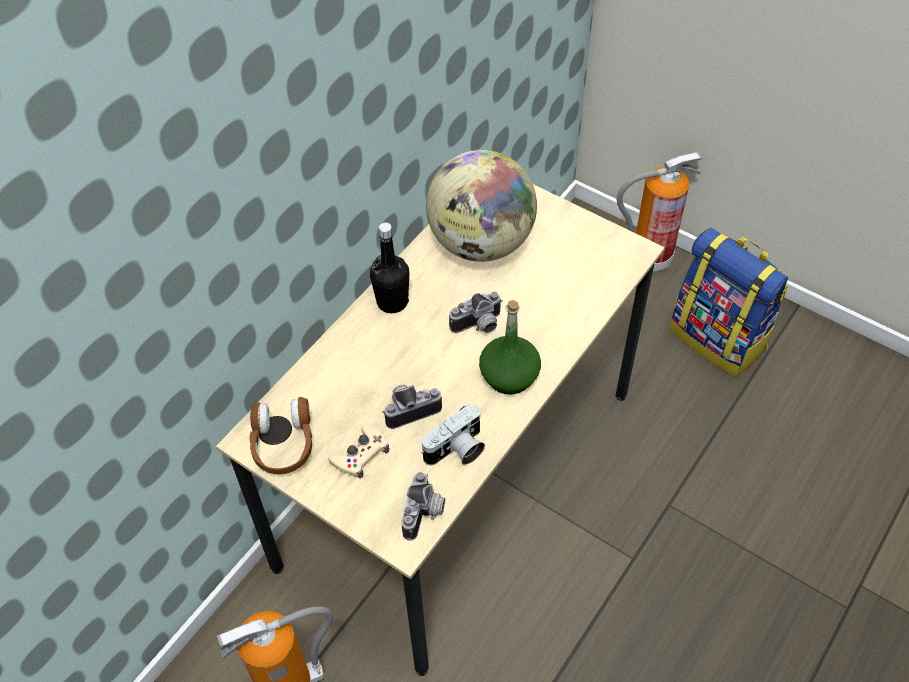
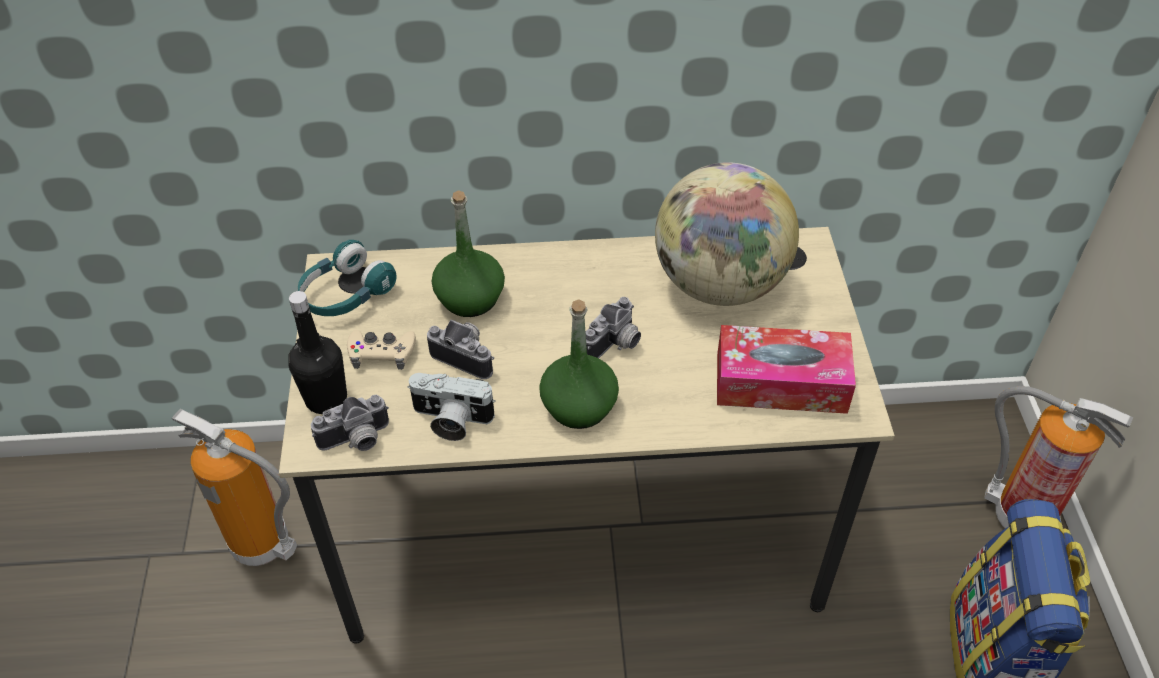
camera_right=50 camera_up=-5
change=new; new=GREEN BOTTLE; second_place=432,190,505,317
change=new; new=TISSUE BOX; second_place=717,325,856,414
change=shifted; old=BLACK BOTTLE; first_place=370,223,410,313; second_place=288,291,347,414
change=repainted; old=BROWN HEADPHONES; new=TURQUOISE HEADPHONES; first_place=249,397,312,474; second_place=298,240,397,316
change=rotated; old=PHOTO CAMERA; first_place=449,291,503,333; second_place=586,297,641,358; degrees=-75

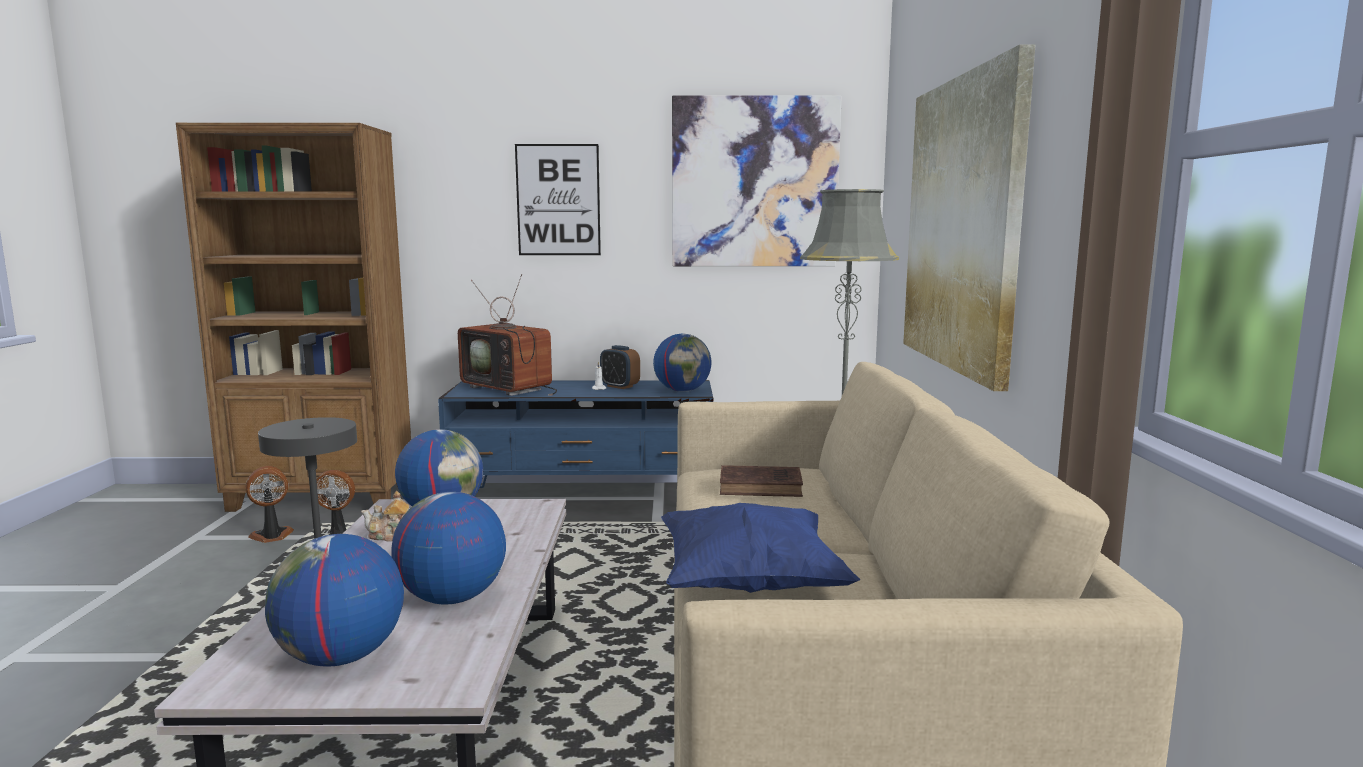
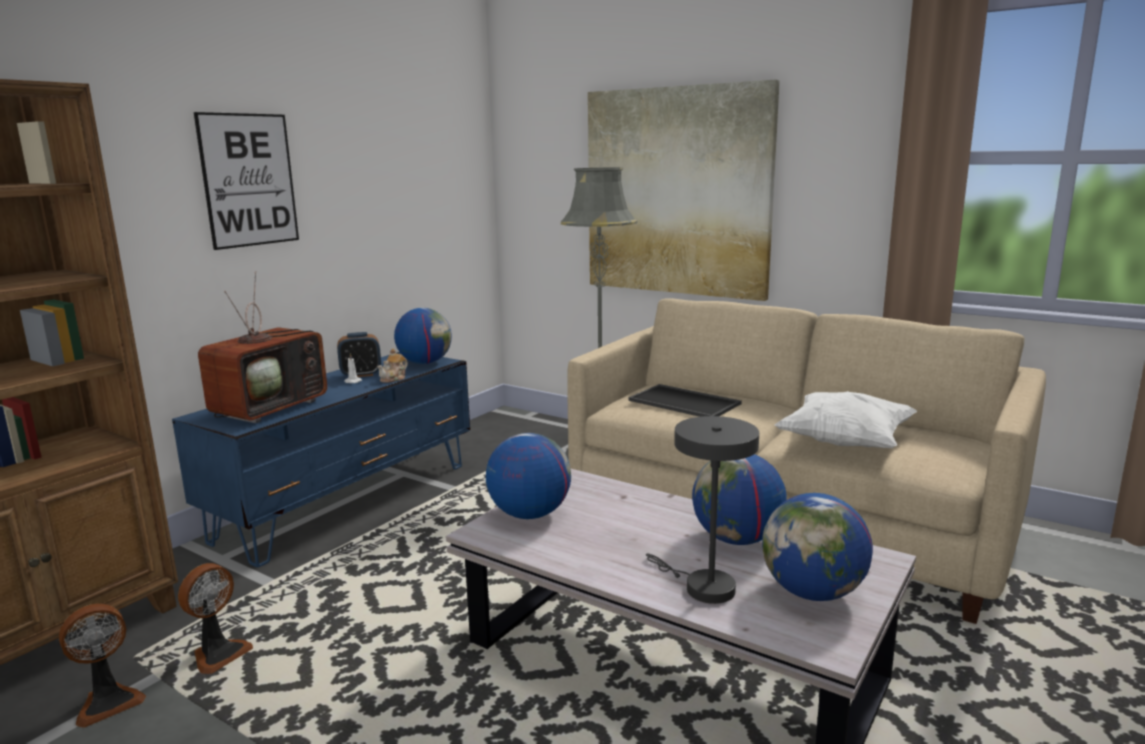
camera_right=-55 camera_up=5
change=gone; old=PICTURE; first_place=672,95,842,266
change=shifted; old=TEAPOT; first_place=361,491,409,542; second_place=377,349,408,383
change=swapped; old=BROWN BOOK; new=TRAY; first_place=720,465,803,497; second_place=628,384,742,417
change=repainted; old=BLUE PILLOW; new=WHITE PILLOW; first_place=661,503,860,593; second_place=775,391,917,448
change=rotated; old=FAN; first_place=246,466,294,543; second_place=59,604,146,728; degrees=-135
change=rotated; old=TELEVISION; first_place=458,274,557,396; second_place=198,272,327,423; degrees=-45

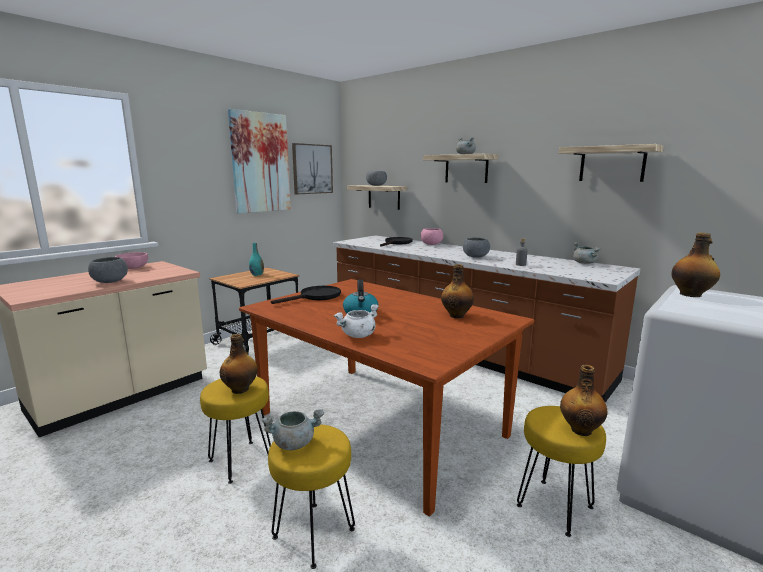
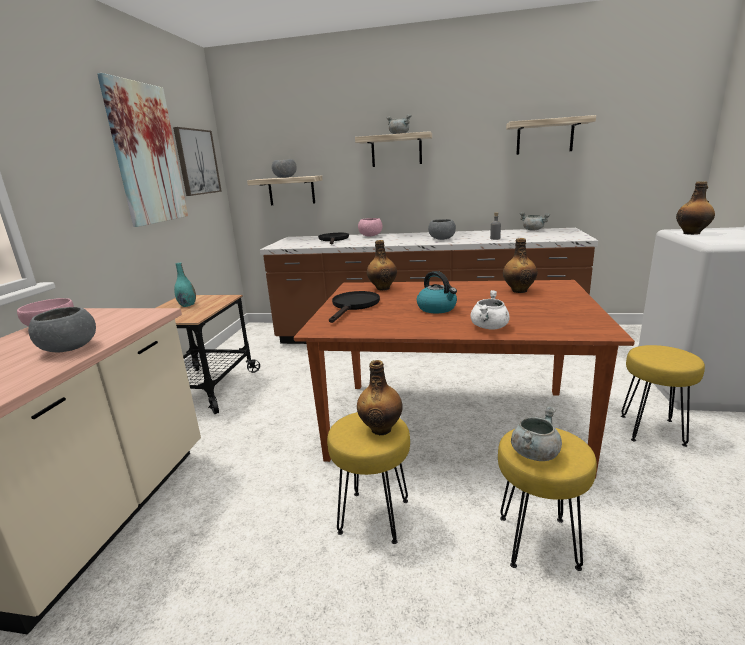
camera_right=-30 camera_up=5
change=shifted; old=BOTTLE; first_place=560,365,607,436; second_place=367,240,397,291

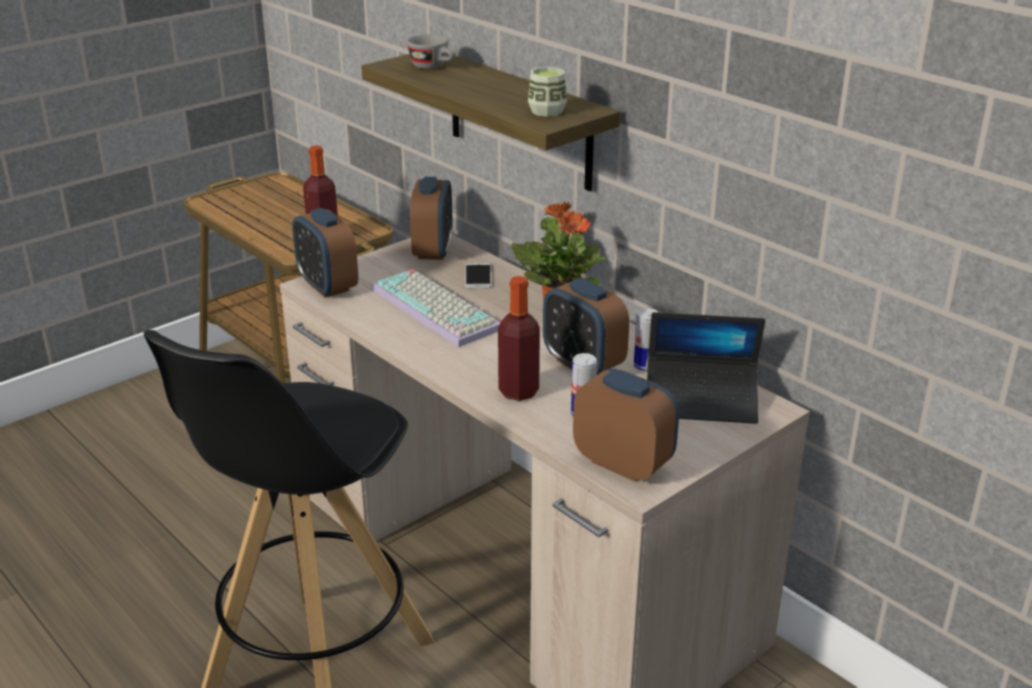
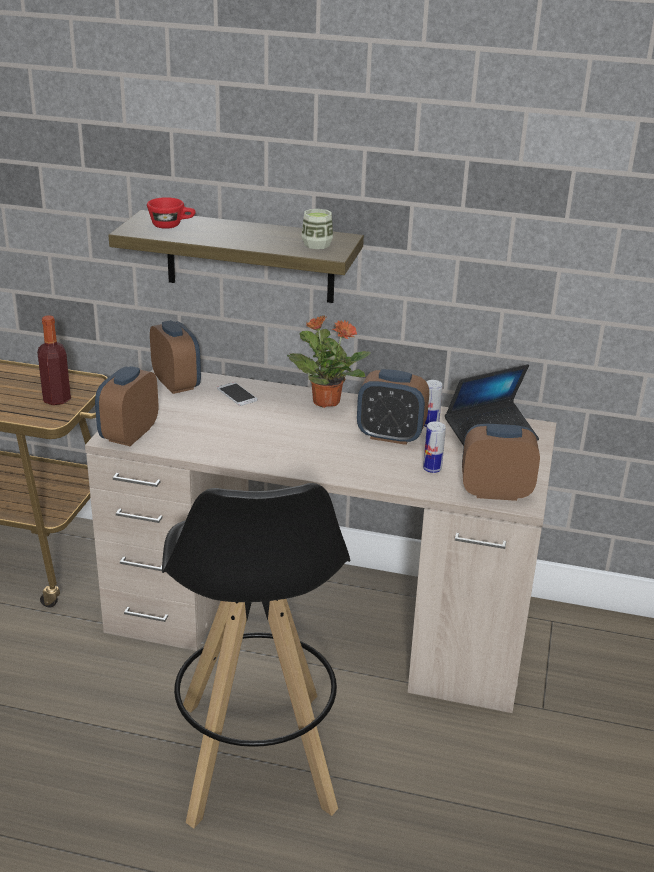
camera_right=-35 camera_up=0
change=gone; old=KEYBOARD; first_place=371,269,500,347
change=gone; old=BOTTLE; first_place=498,276,540,401
change=repainted; old=GREY CUP; new=RED CUP; first_place=406,34,456,69; second_place=147,197,196,229
change=rotated; old=ALARM CLOCK; first_place=292,208,358,298; second_place=95,366,158,446; degrees=90

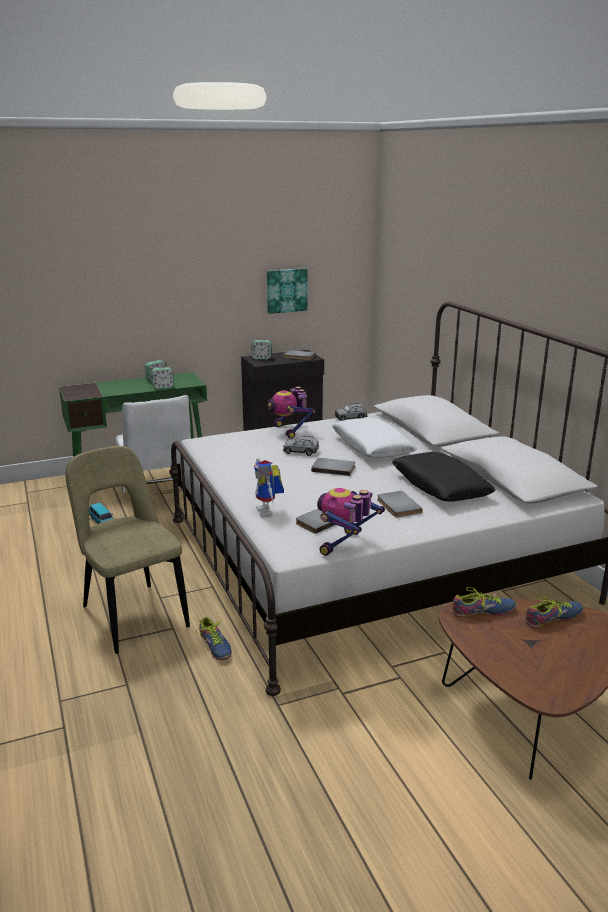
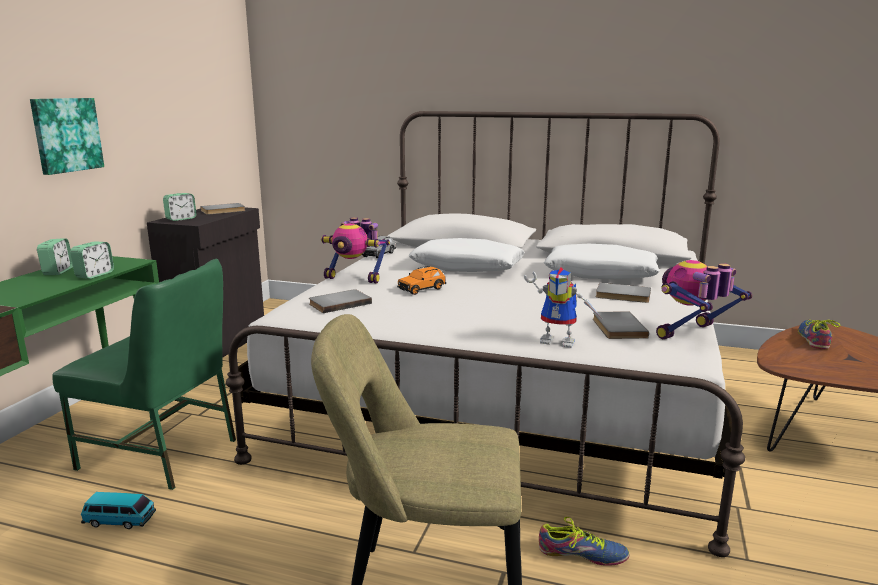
camera_right=-50 camera_up=-5
change=gone; old=SHOE; first_place=452,587,517,618
change=shifted; old=PICTURE; first_place=267,268,307,314; second_place=30,98,104,175
change=shifted; old=GREY BOOK; first_place=311,458,355,476; second_place=309,289,372,313
change=repainted; old=WHITE CHAIR; new=GREEN CHAIR; first_place=116,395,192,509; second_place=52,259,236,490
change=repainted; old=GREY TOY CAR; new=ORANGE TOY CAR; first_place=283,436,319,456; second_place=397,266,447,295
change=repainted; old=BLACK PILLOW; new=WHITE PILLOW; first_place=392,452,495,502; second_place=544,244,660,279
change=rotated; old=TOY ROBOT; first_place=317,488,385,556; second_place=656,260,752,339; degrees=75

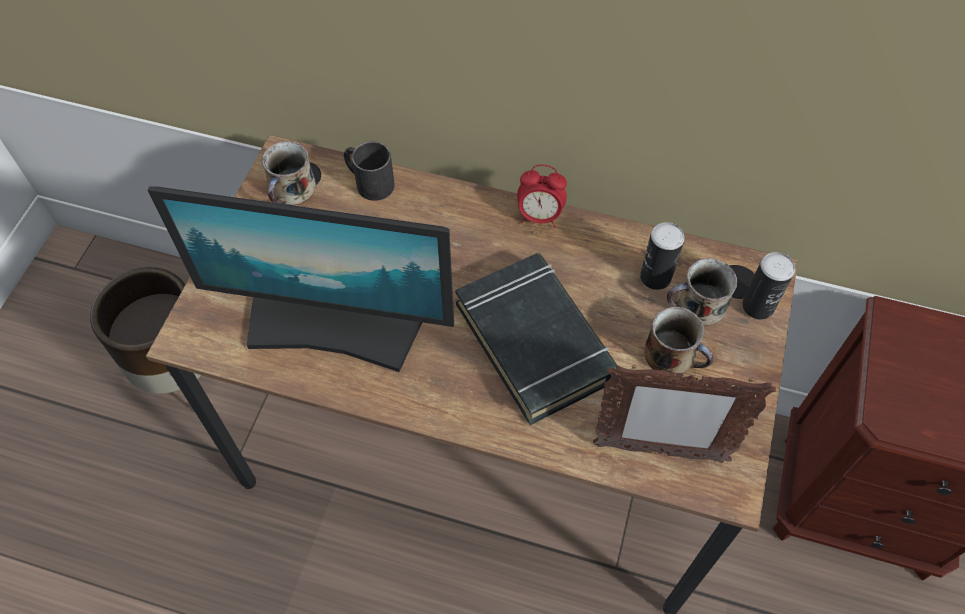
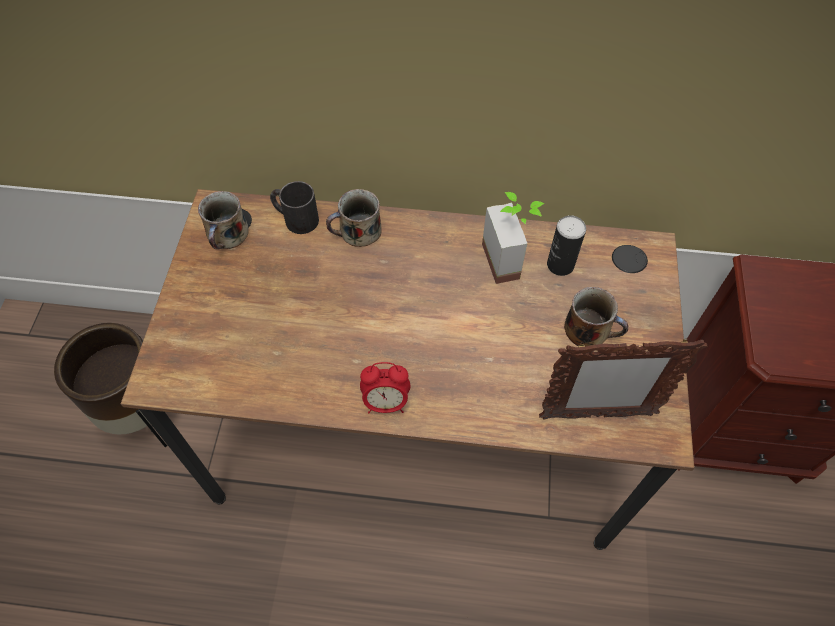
camera_right=-10 camera_up=0
change=gone; old=MONITOR; first_place=148,187,454,372
change=gone; old=BLACK BOOK; first_place=455,253,618,425
change=gone; old=CAN; first_place=742,252,795,320
change=new; new=POTTED PLANT; second_place=482,192,545,284
change=shifted; old=ALARM CLOCK; first_place=517,165,567,228; second_place=360,362,410,413
change=shifted; old=MUG; first_place=667,258,737,326; second_place=326,189,381,247

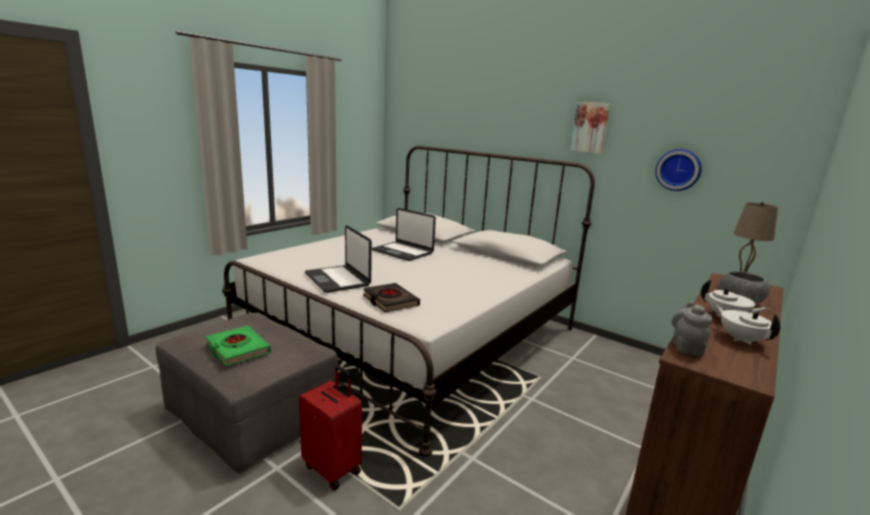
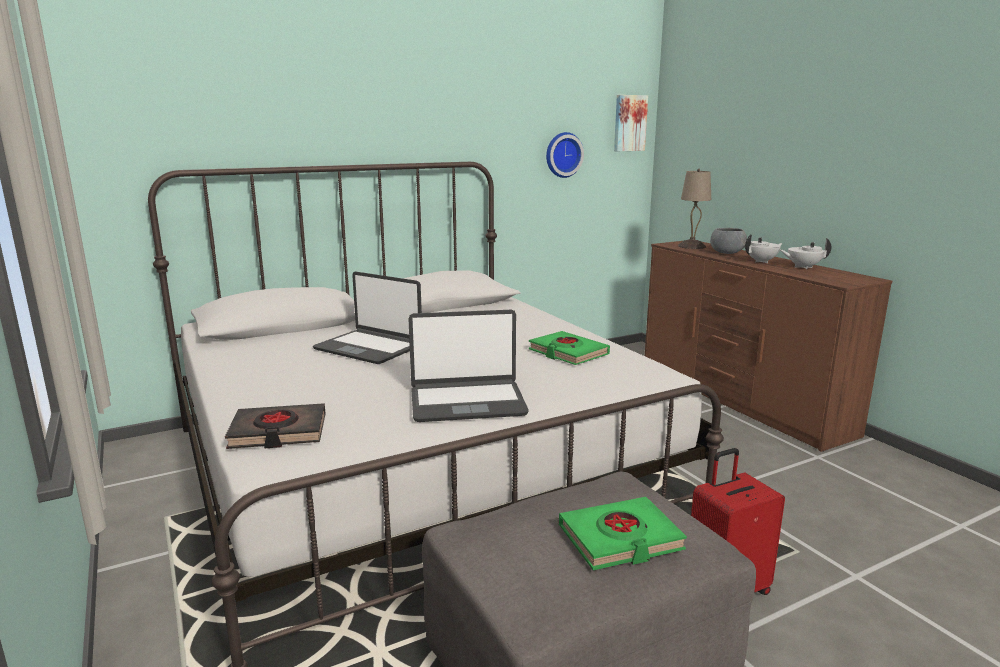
camera_right=-65 camera_up=0
change=gone; old=GREY TEAPOT; first_place=672,301,712,356
change=new; new=GREEN BOOK; second_place=529,331,610,365
change=shifted; old=BLACK BOOK; first_place=363,283,420,313; second_place=225,403,326,449
change=shifted; old=PICTURE; first_place=570,102,610,154; second_place=614,95,648,151
change=rotated; old=LAPTOP; first_place=372,208,436,261; second_place=313,271,422,364; degrees=60

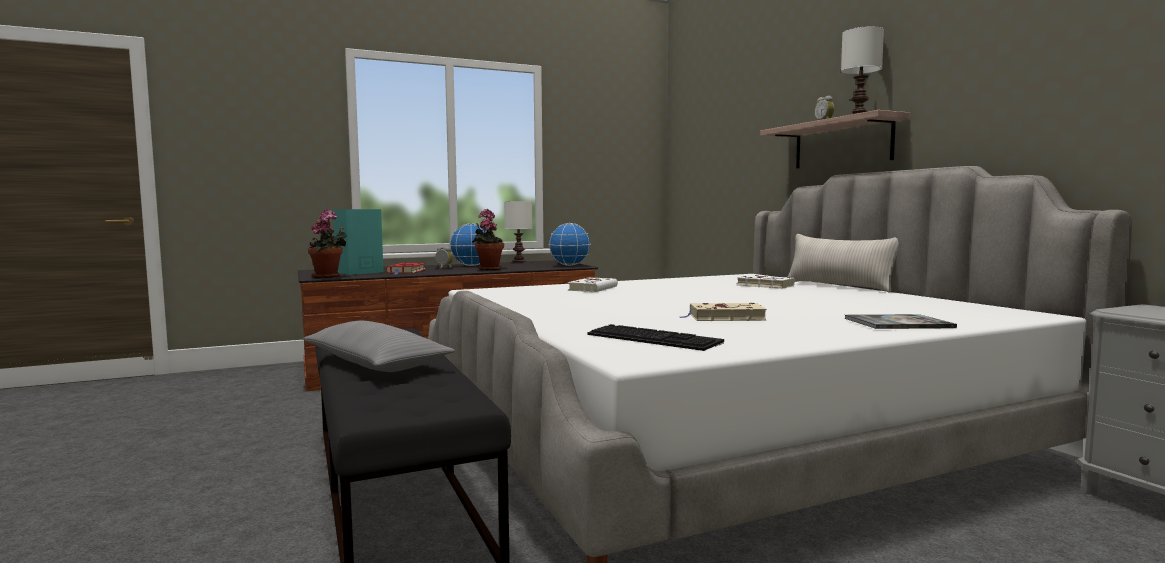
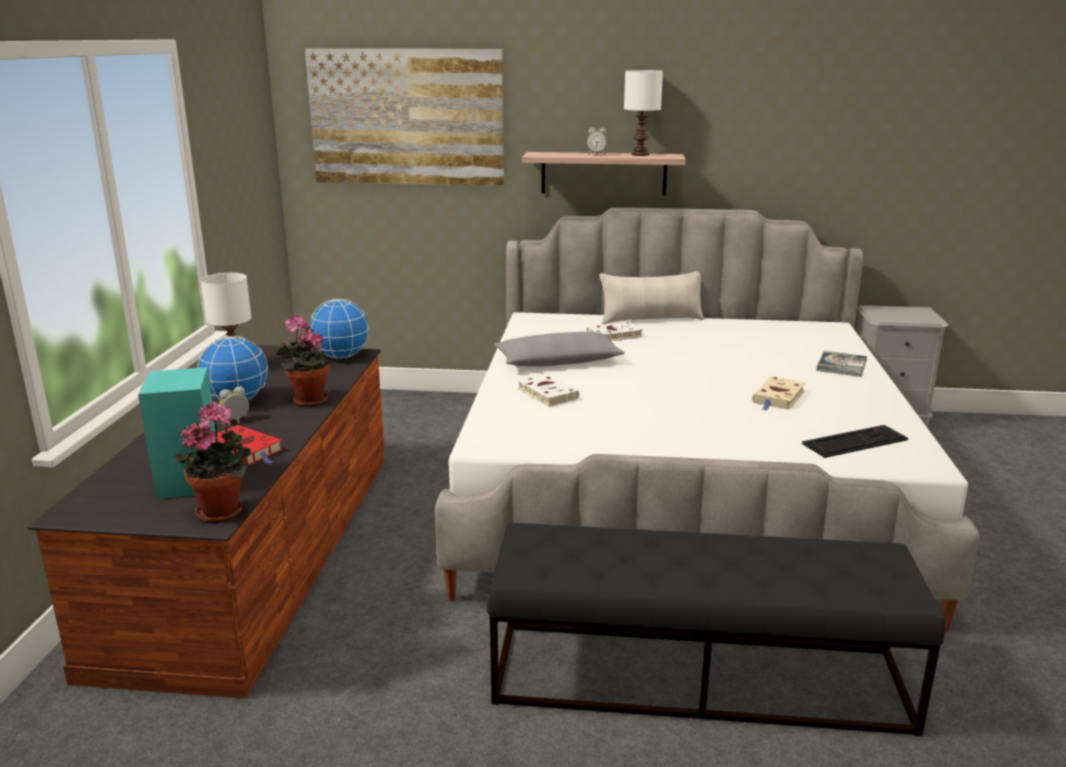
camera_right=-60 camera_up=15
change=new; new=PICTURE; second_place=305,49,504,186
change=shifted; old=GREY PILLOW; first_place=303,321,455,372; second_place=494,332,625,367

